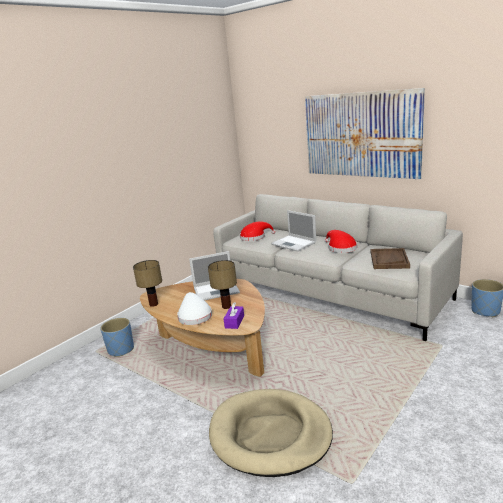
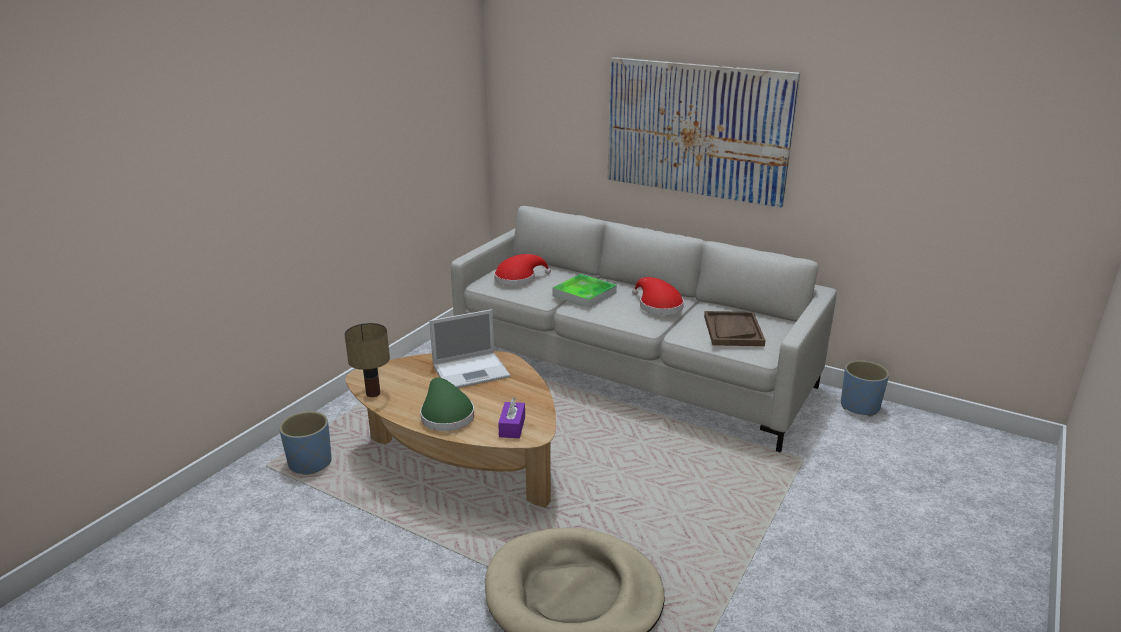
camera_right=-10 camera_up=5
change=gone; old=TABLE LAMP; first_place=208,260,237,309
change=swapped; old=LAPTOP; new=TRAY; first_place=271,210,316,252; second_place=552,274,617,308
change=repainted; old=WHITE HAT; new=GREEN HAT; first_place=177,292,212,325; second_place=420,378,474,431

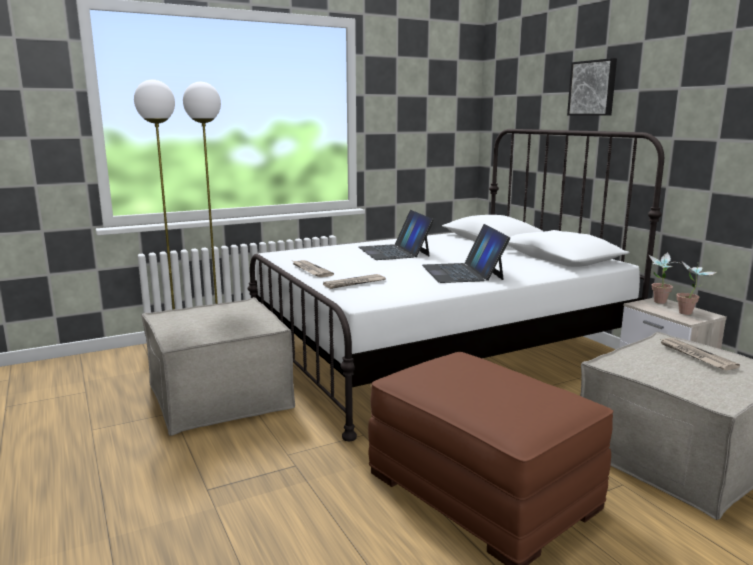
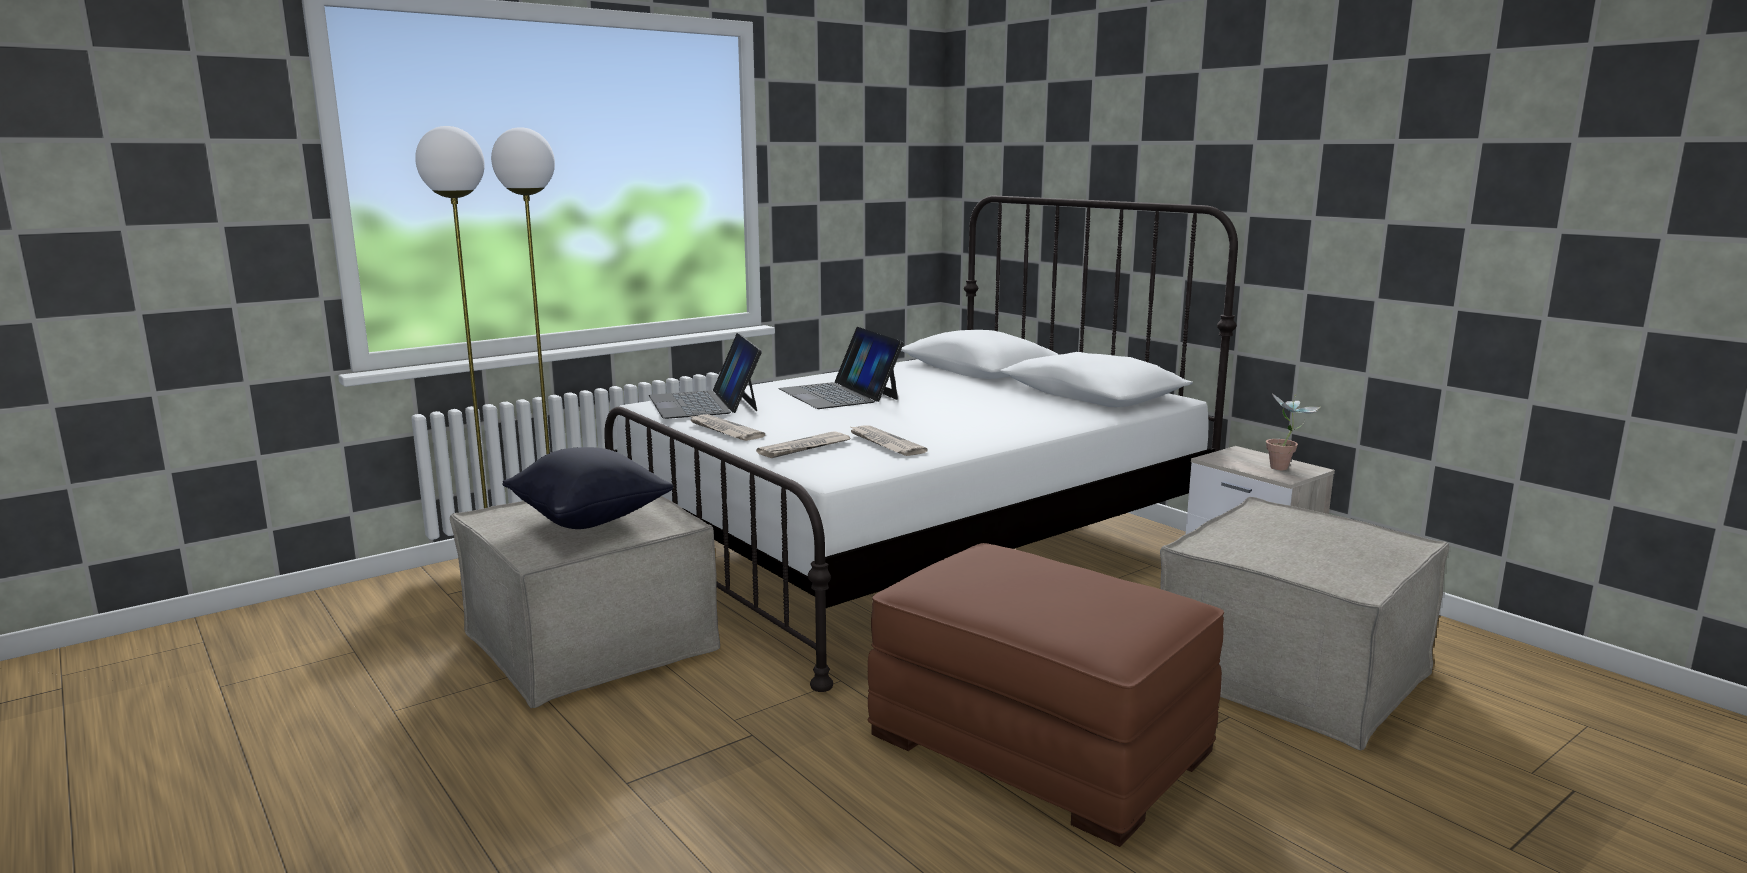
camera_right=-10 camera_up=0
change=gone; old=PICTURE; first_place=567,58,617,116
change=gone; old=POTTED PLANT; first_place=649,252,682,304
change=new; new=BLACK PILLOW; second_place=502,447,673,529
change=shifted; old=LAPTOP; first_place=422,224,510,283; second_place=649,333,762,419
change=shifted; old=NEWSPAPER; first_place=659,338,740,371; second_place=849,425,928,456

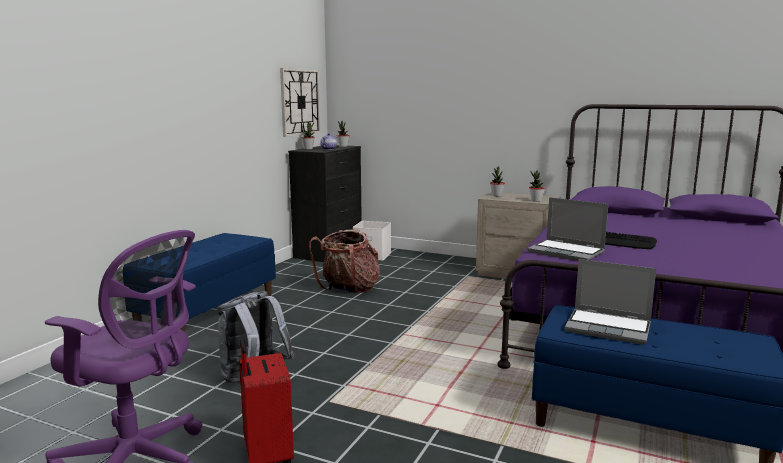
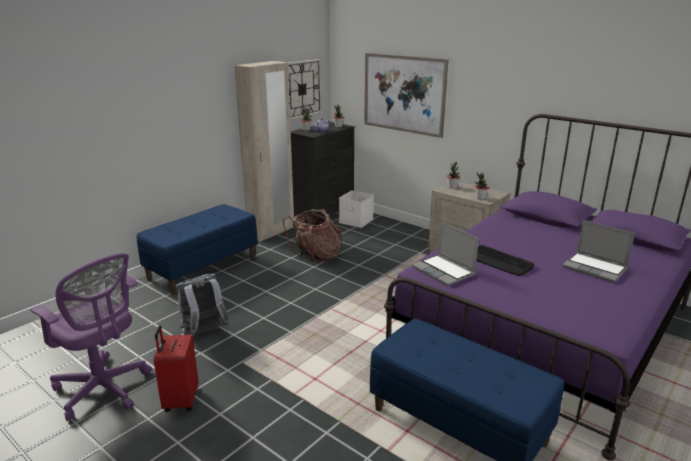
camera_right=15 camera_up=10
change=new; new=BEIGE WARDROBE; second_place=234,61,294,242
change=new; new=PICTURE; second_place=364,53,449,138
change=shifted; old=LAPTOP; first_place=565,259,656,345; second_place=562,220,635,283

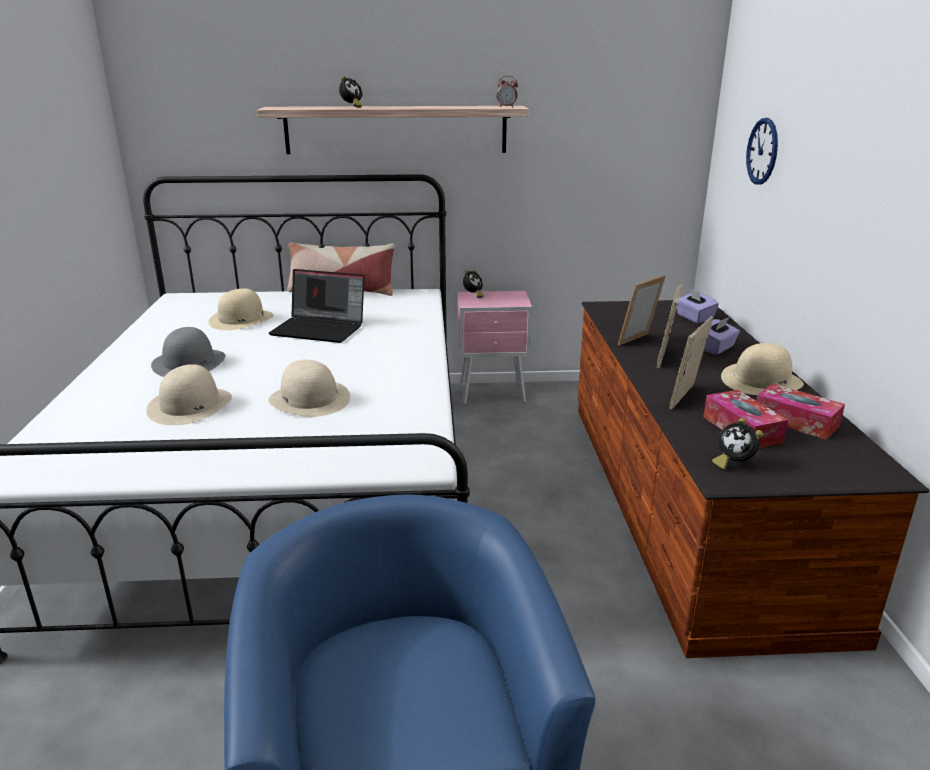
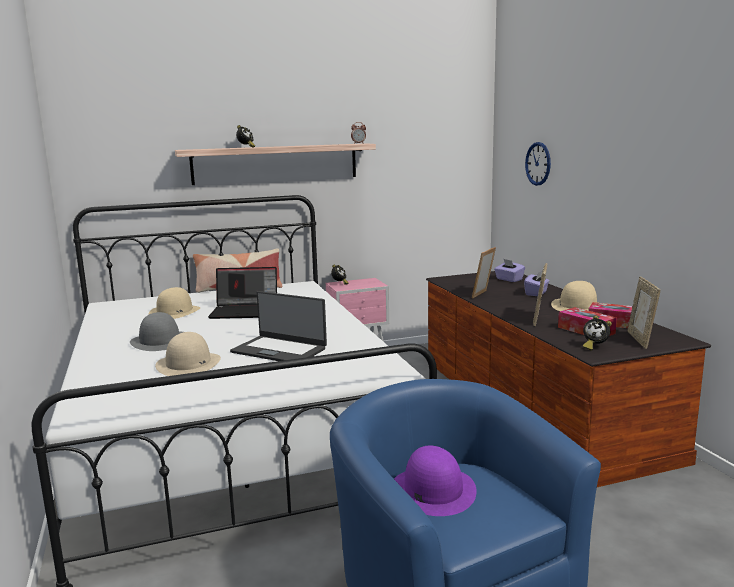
camera_right=-15 camera_up=-10
change=new; new=PURPLE HAT; second_place=394,445,477,516
change=shifted; old=PICTURE FRAME; first_place=657,284,682,368; second_place=628,277,660,349
change=swapped; old=BEIGE HAT; new=LAPTOP; first_place=268,360,350,417; second_place=230,291,327,361

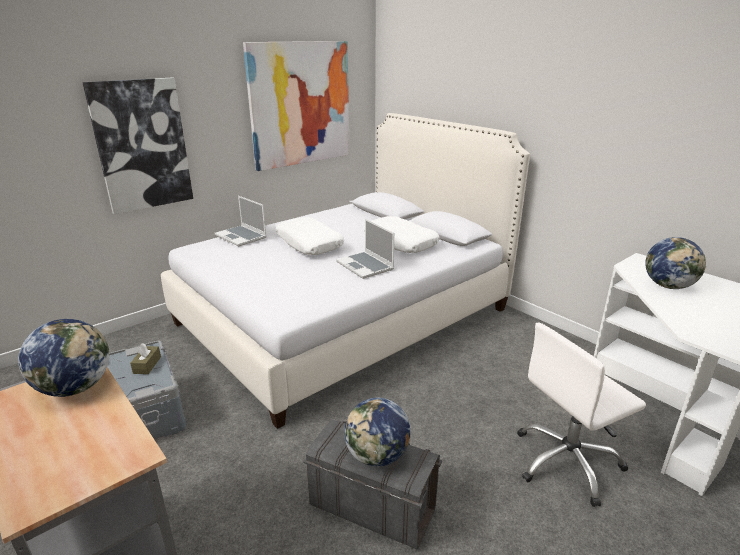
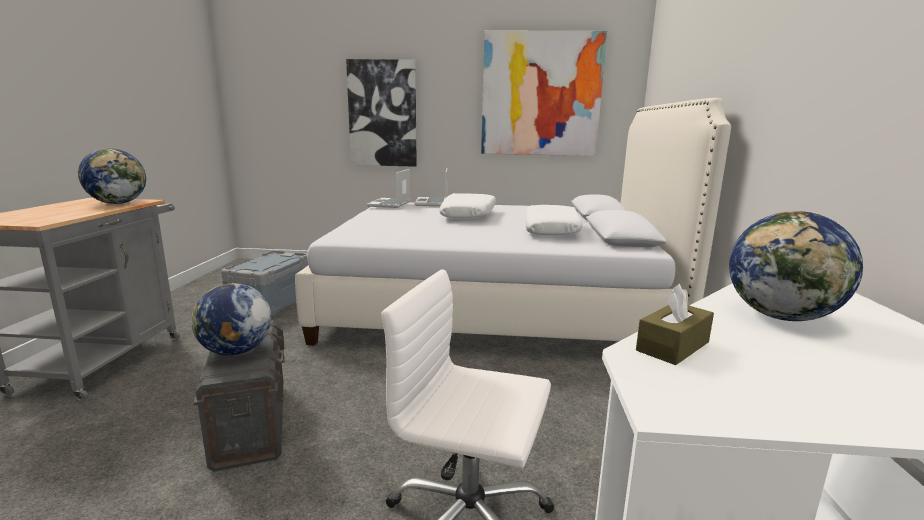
camera_right=45 camera_up=-10
change=shifted; old=BROWN TISSUE BOX; first_place=130,343,161,374; second_place=636,284,714,365
change=shifted; old=LAPTOP; first_place=336,219,394,279; second_place=367,169,410,208

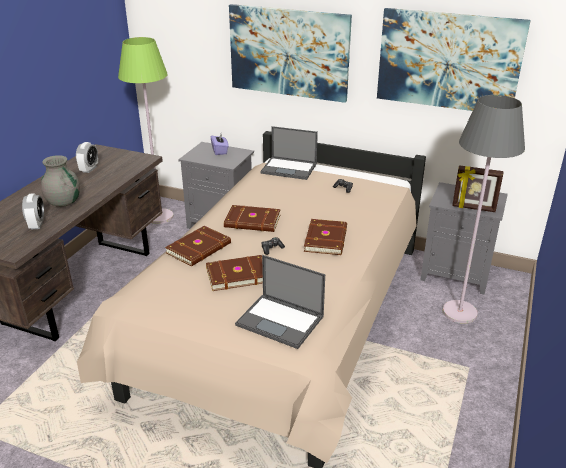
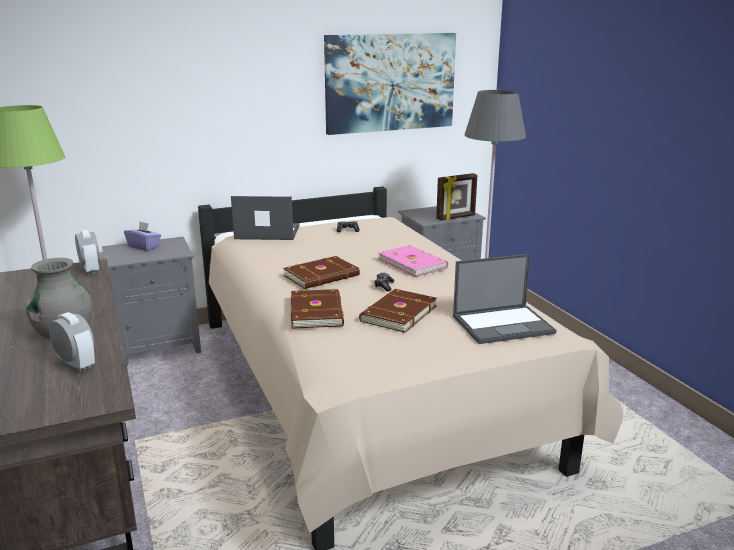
camera_right=-45 camera_up=-10
change=gone; old=PICTURE; first_place=229,4,352,103
change=shifted; old=ALARM CLOCK; first_place=76,142,98,173; second_place=75,230,100,274
change=repainted; old=BROWN BOOK; new=PINK BOOK; first_place=304,219,347,255; second_place=378,245,448,278
change=rotated; old=LAPTOP; first_place=260,126,318,180; second_place=231,196,299,240; degrees=-150

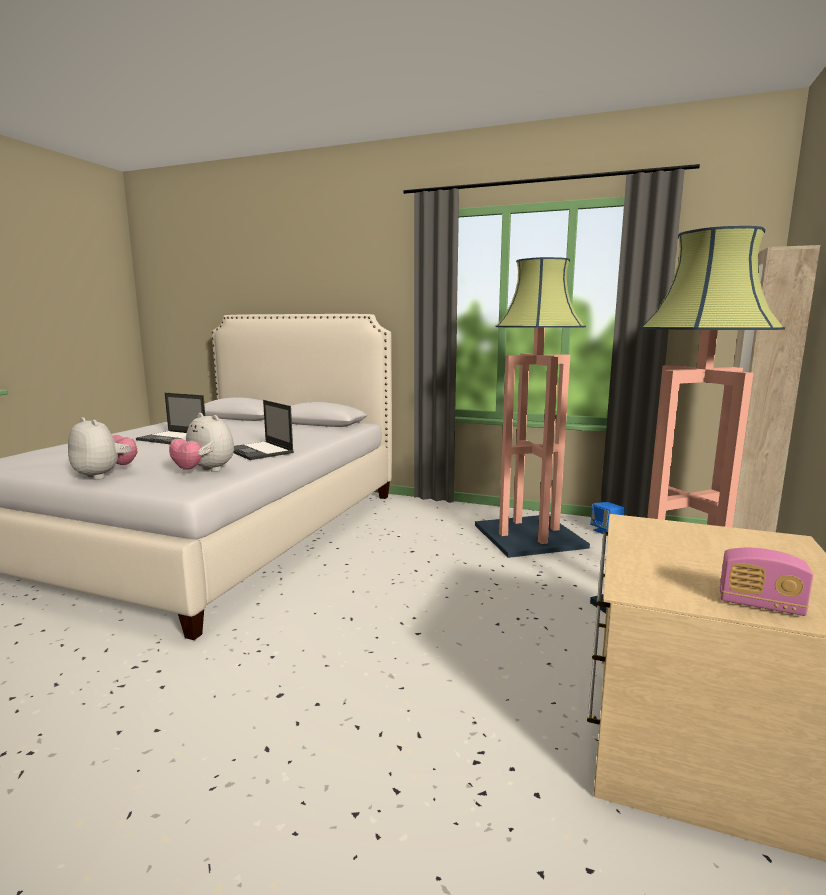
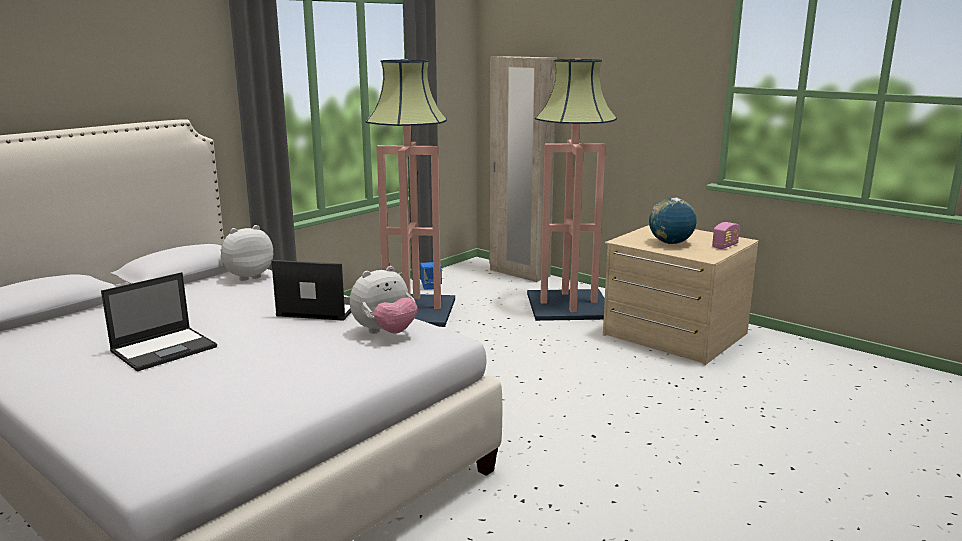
camera_right=-70 camera_up=5
change=new; new=GLOBE; second_place=649,198,696,244
change=shifted; old=PLUSH TOY; first_place=68,417,137,480; second_place=220,225,273,281
change=rotated; old=LAPTOP; first_place=234,400,294,460; second_place=271,260,351,321; degrees=-150

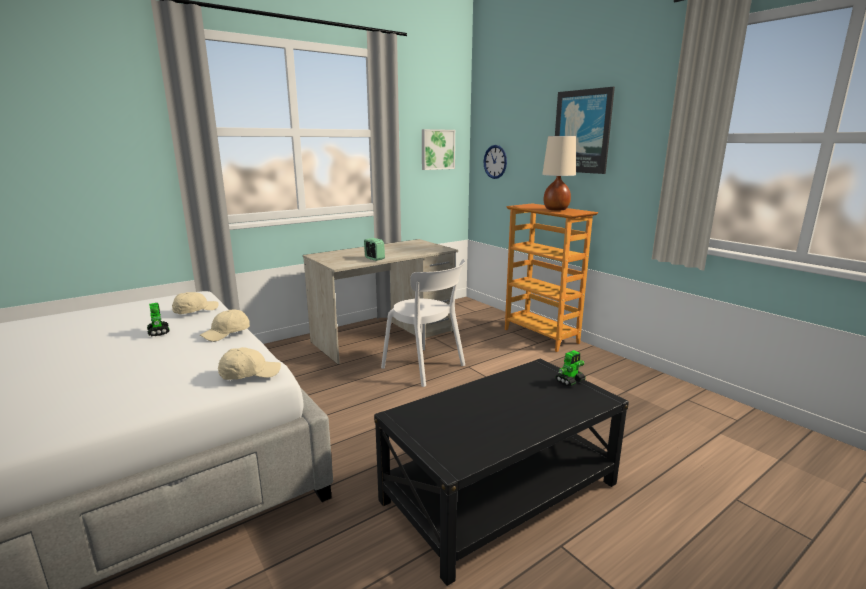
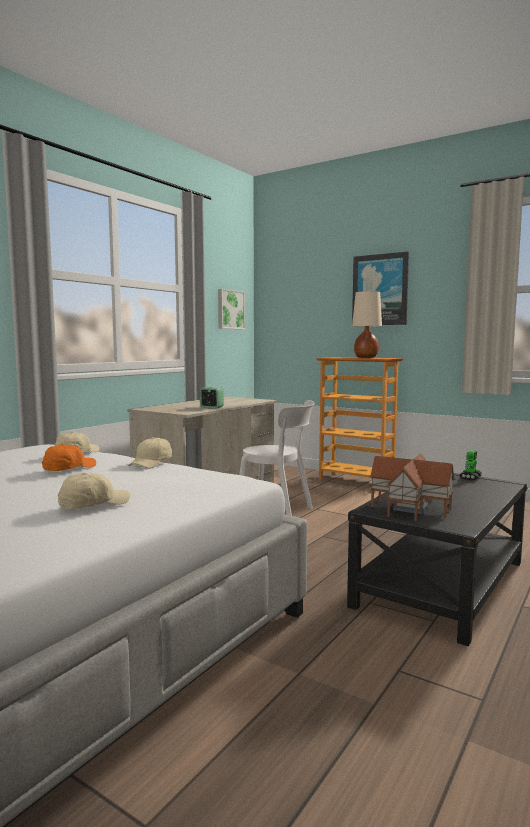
camera_right=-20 camera_up=-10
change=gone; old=WALL CLOCK; first_place=484,145,507,179
change=new; new=TOY HOUSE; second_place=369,453,455,521
change=shifted; old=BEIGE CAP; first_place=218,347,281,380; second_place=58,473,130,509
change=swapped; old=TOY ROBOT; new=ORANGE CAP; first_place=147,303,169,336; second_place=42,444,96,471

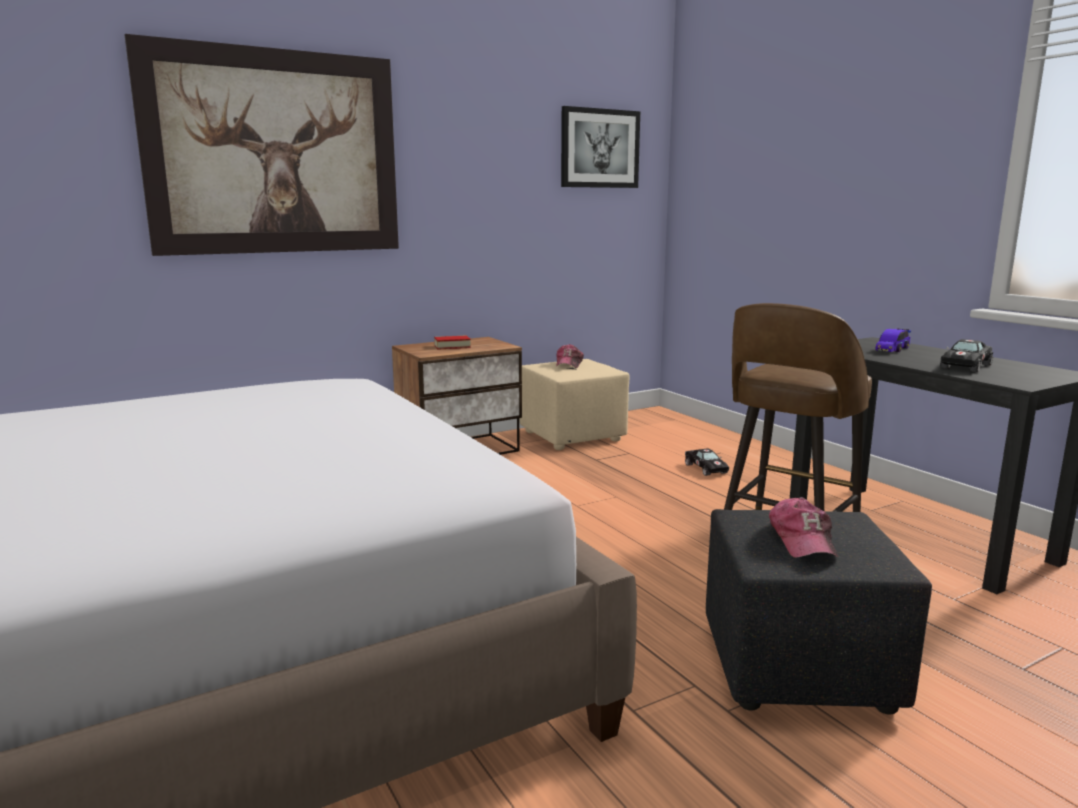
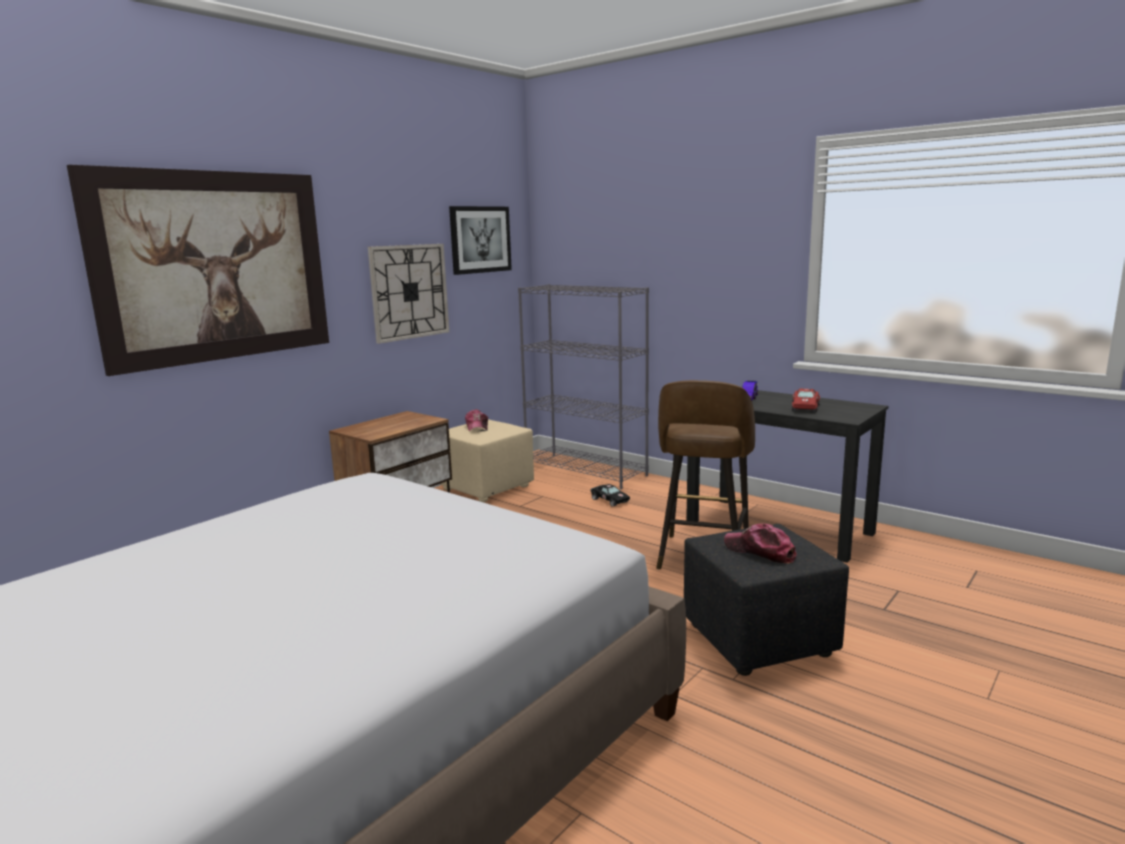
camera_right=-20 camera_up=0
change=gone; old=BOOK; first_place=434,335,471,349
change=new; new=WALL CLOCK; second_place=368,244,449,344
change=new; new=GREY BOOKCASE; second_place=518,284,649,489
change=repainted; old=BLACK TOY CAR; new=RED TOY CAR; first_place=940,339,993,372; second_place=792,389,820,412
change=rotated; old=CAP; first_place=769,497,839,558; second_place=724,523,797,564; degrees=150

